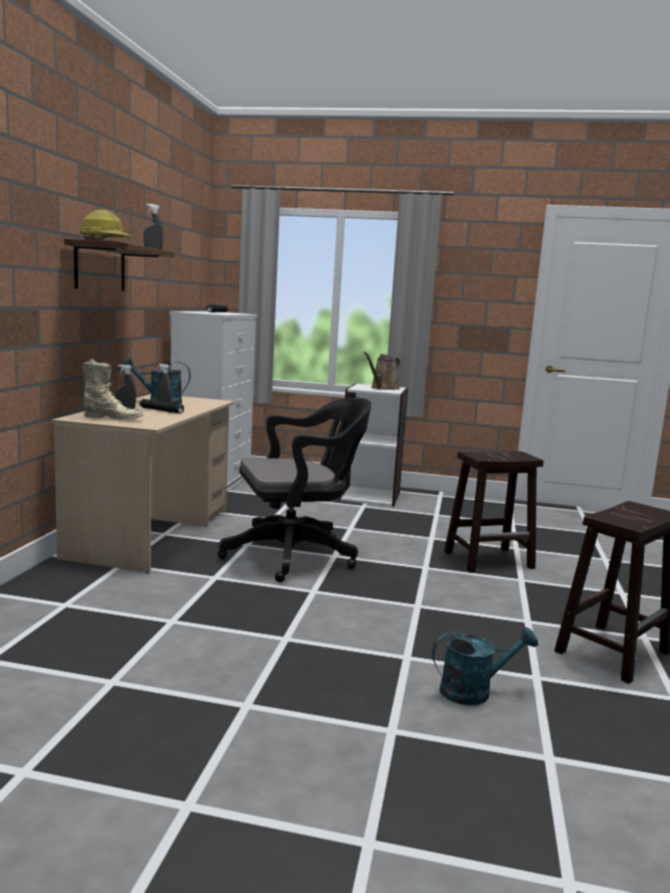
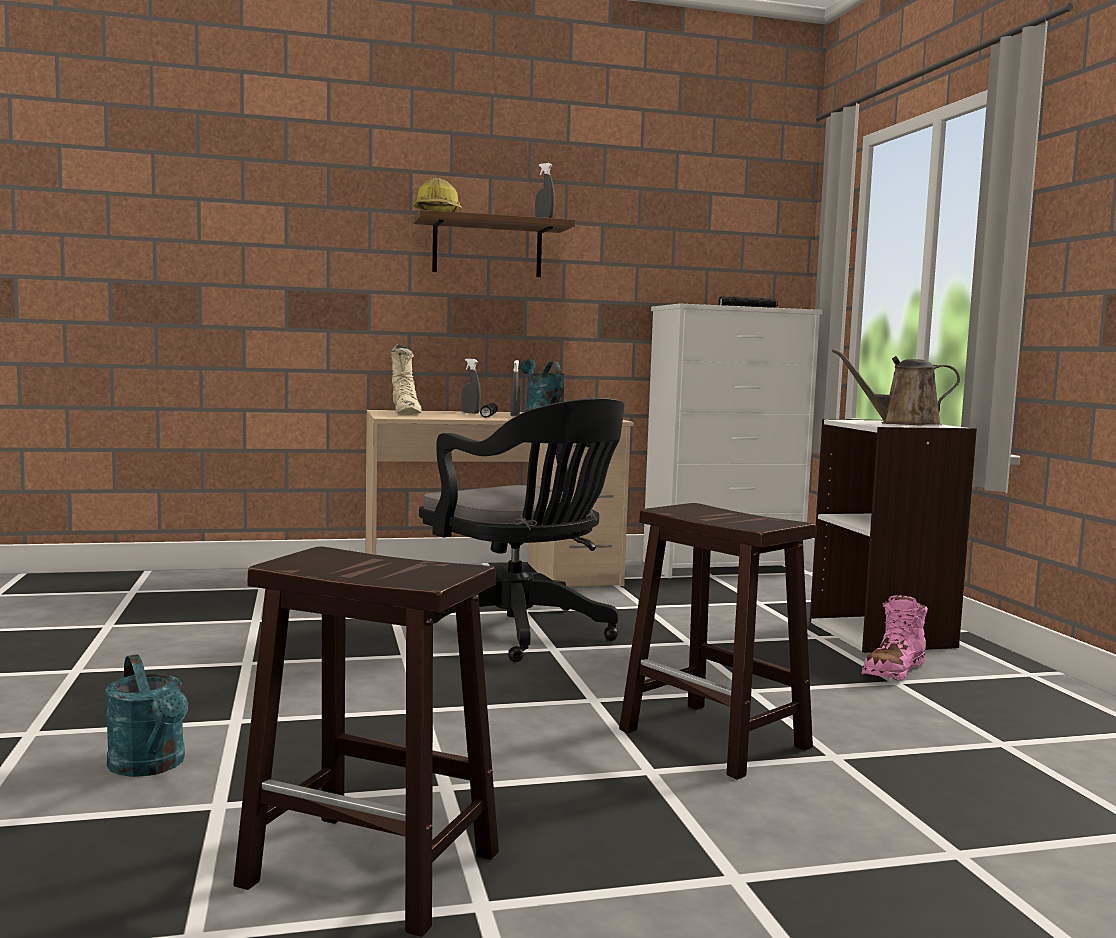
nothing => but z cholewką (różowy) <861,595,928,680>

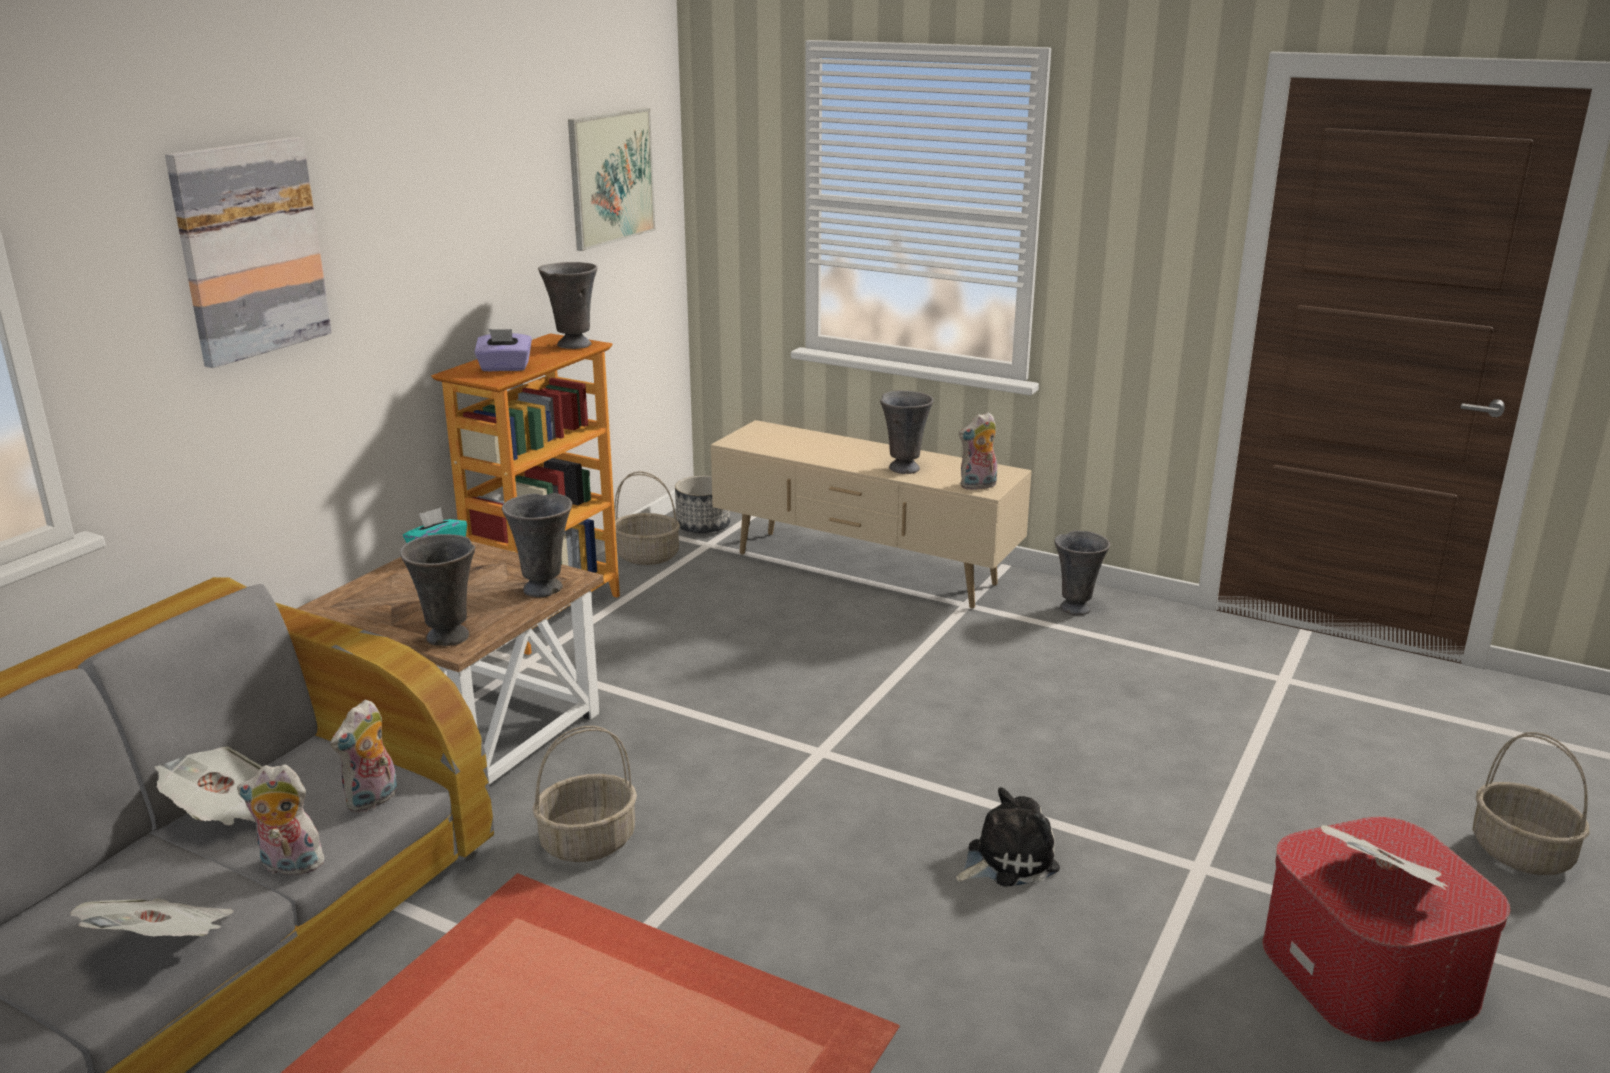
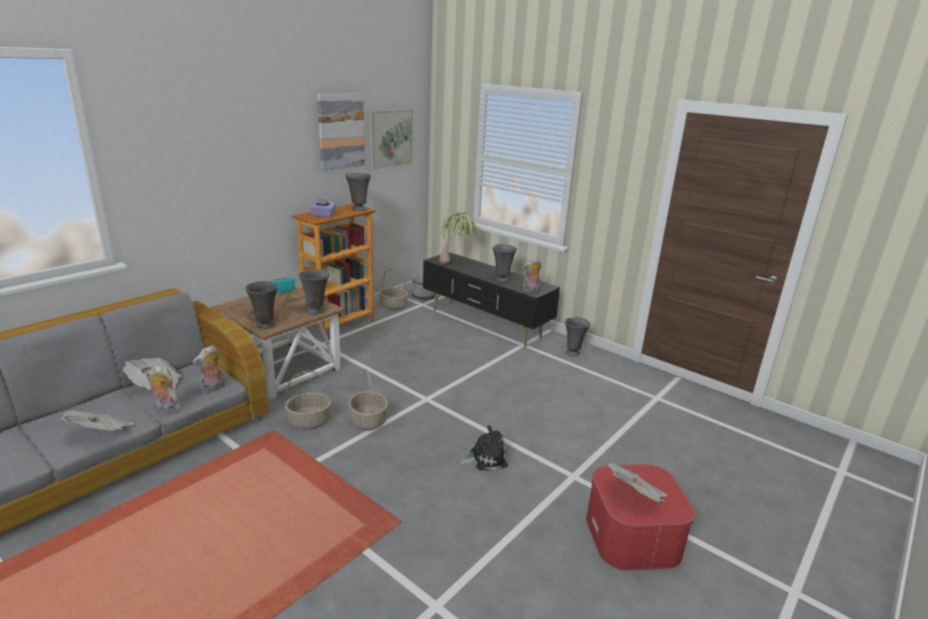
obraz <165,137,332,368> => obraz <317,93,365,171>, moved
szafka pod telewizor (beżowy) <711,420,1032,608> => szafka pod telewizor (czarny) <423,252,560,347>
koszyk <1473,732,1589,875> => koszyk <348,368,388,430>, moved
nothing => roślina doniczkowa <439,211,477,264>

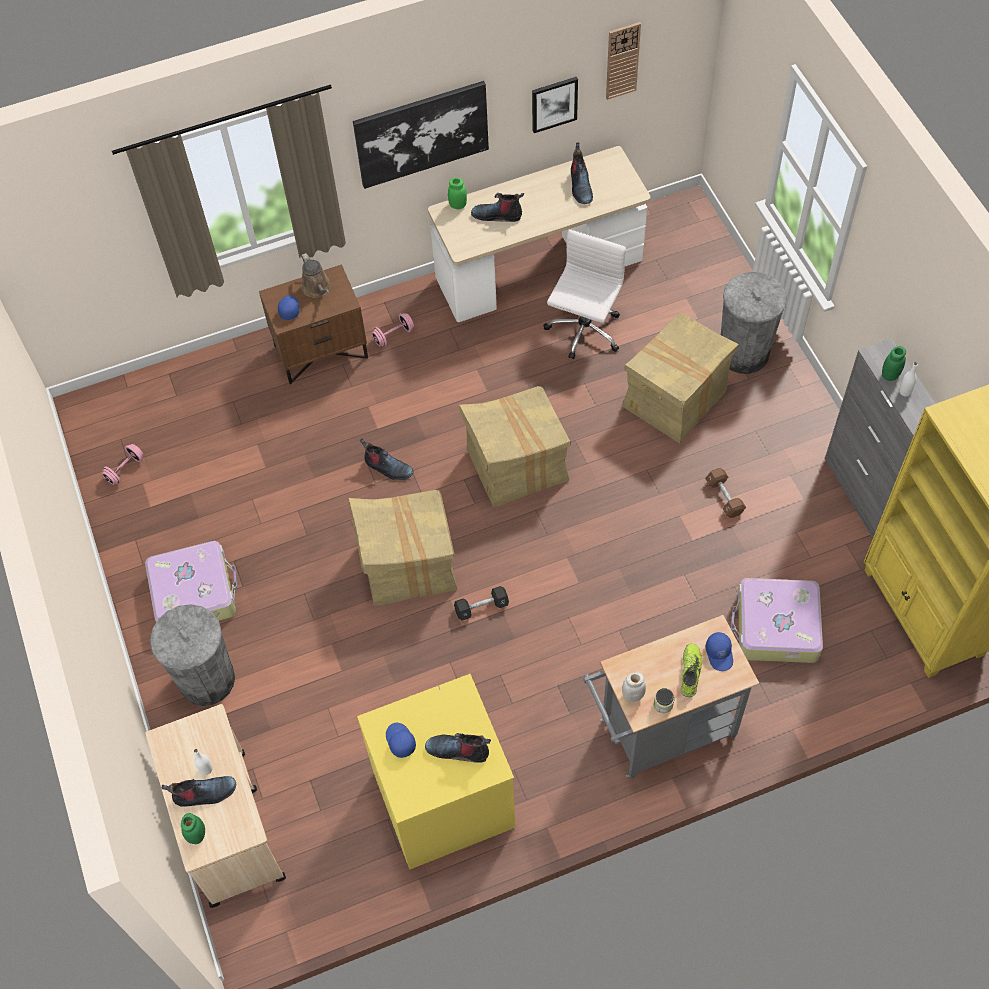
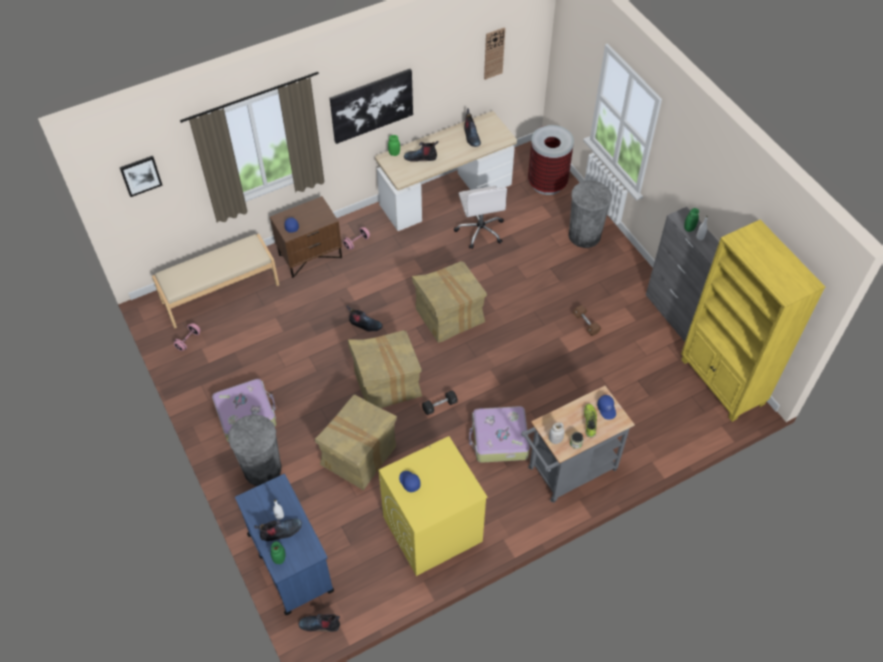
wózek (beżowy) <146,704,286,908> => wózek (niebieski) <235,474,334,615>
konewka (brązowy) <301,253,330,298> => nothing
but z cholewką <425,733,491,763> => but z cholewką <299,614,340,632>, moved
obraz <532,77,578,133> => obraz <120,156,163,197>, moved
krzesło biurowe (biały) <543,229,626,359> => krzesło biurowe (biały) <454,186,507,249>, 150 degrees clockwise
karton <622,312,739,443> => karton <315,395,397,491>, moved
walizka <731,578,823,663> => walizka <469,406,530,463>, moved
nothing => ławka (beżowy) <152,234,279,328>
nothing => kosz na śmieci <528,125,574,195>

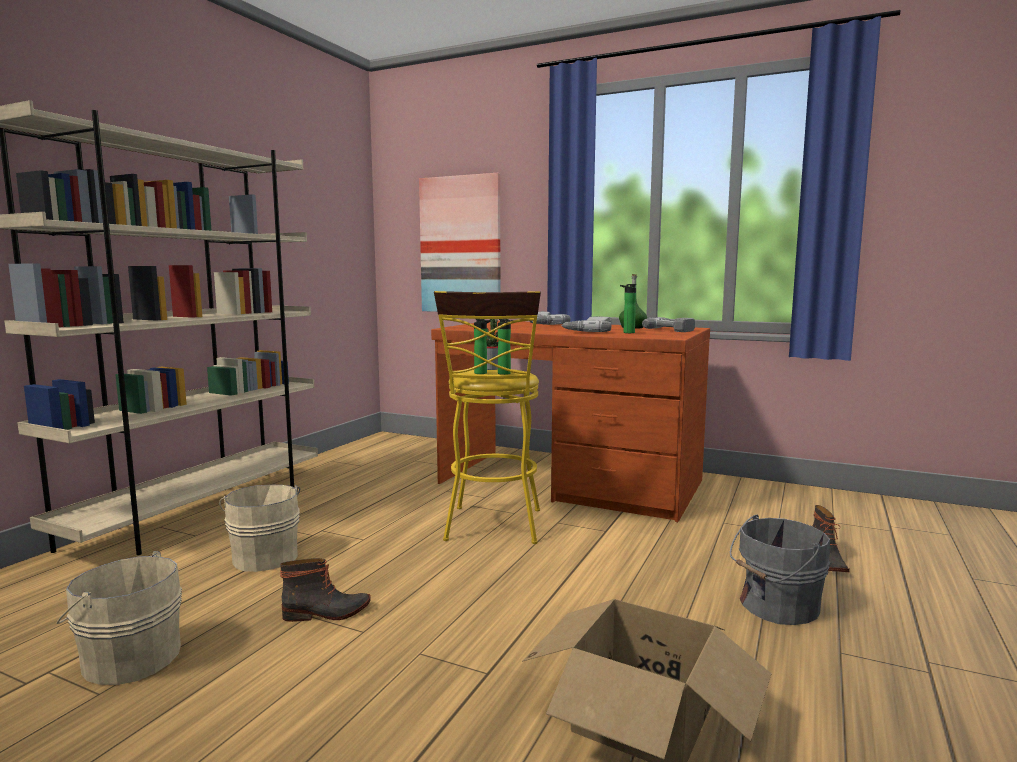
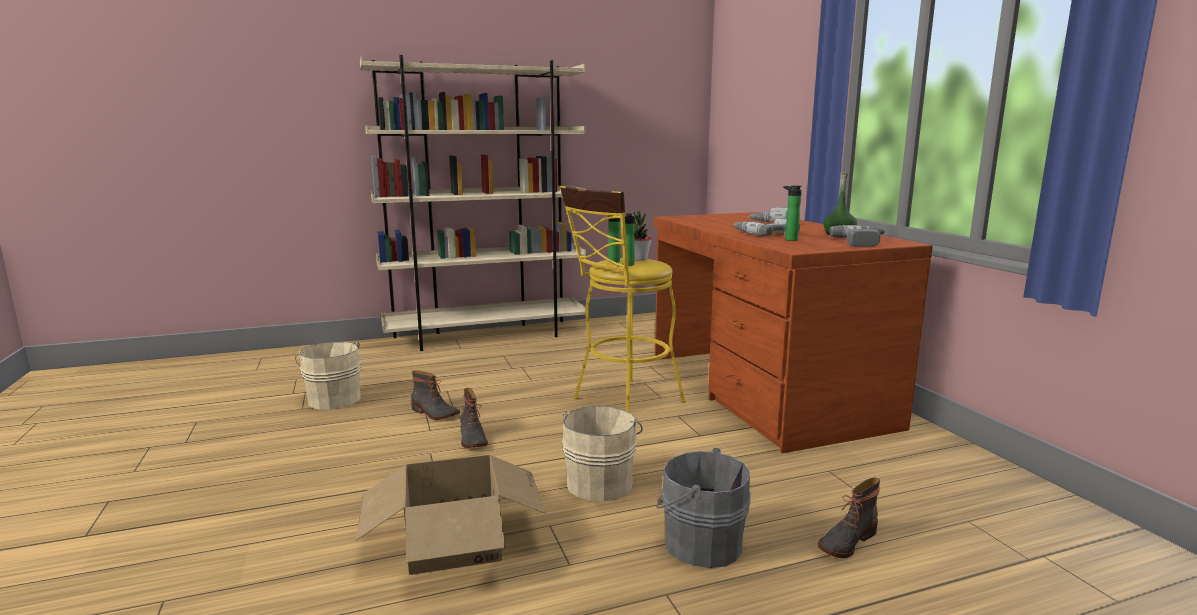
wiadro (beżowy) <219,485,300,572> => wiadro (beżowy) <562,406,643,501>, moved
obraz <419,173,500,312> => nothing
nothing => but z cholewką <460,388,488,448>

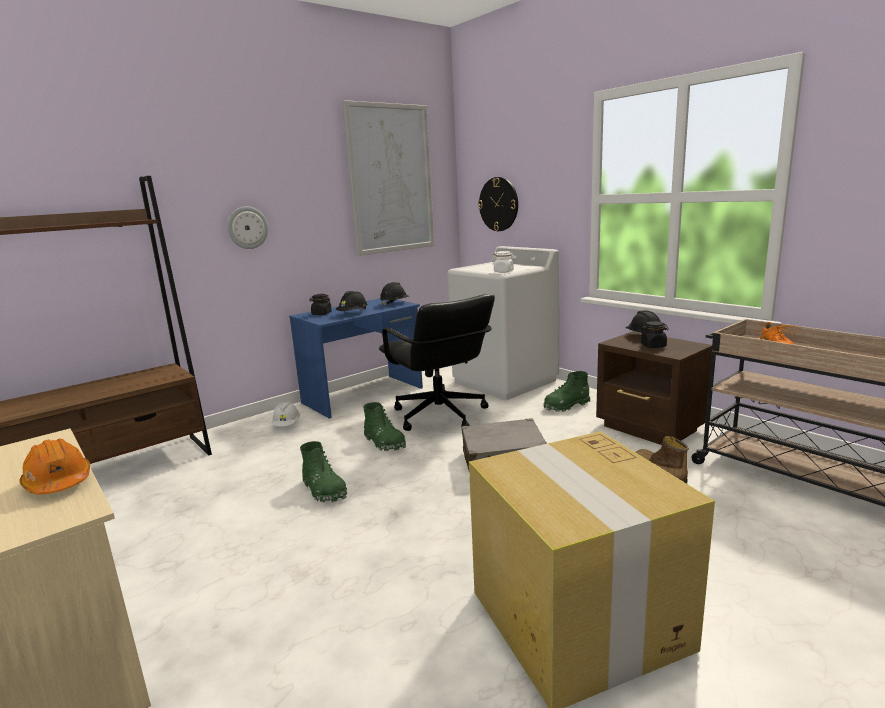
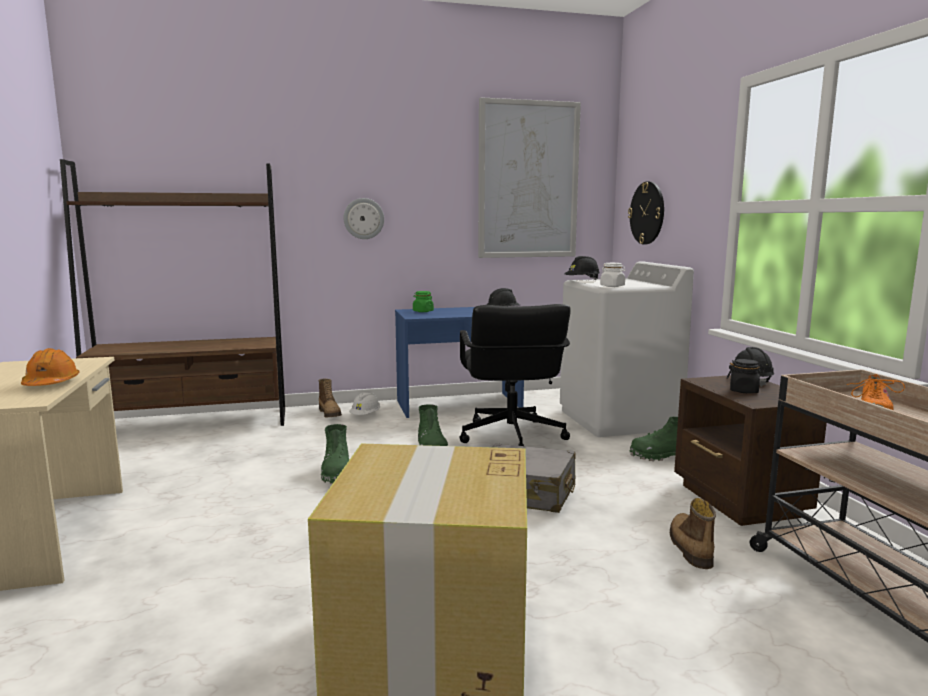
słoik (czarny) <309,294,332,315> => słoik (zielony) <413,291,434,312>
kask (czarny) <336,291,368,311> => kask (czarny) <564,256,600,280>, moved
nothing => but z cholewką <318,379,342,417>

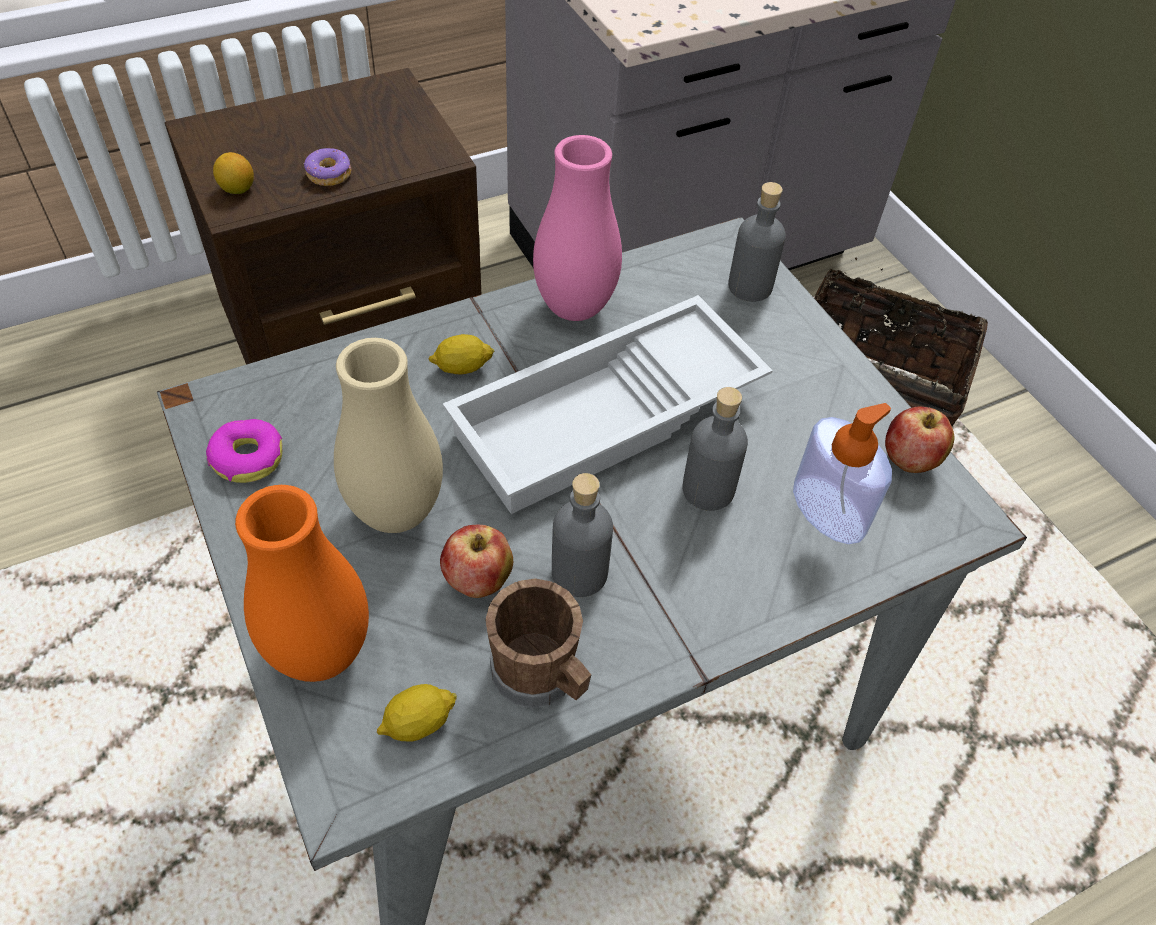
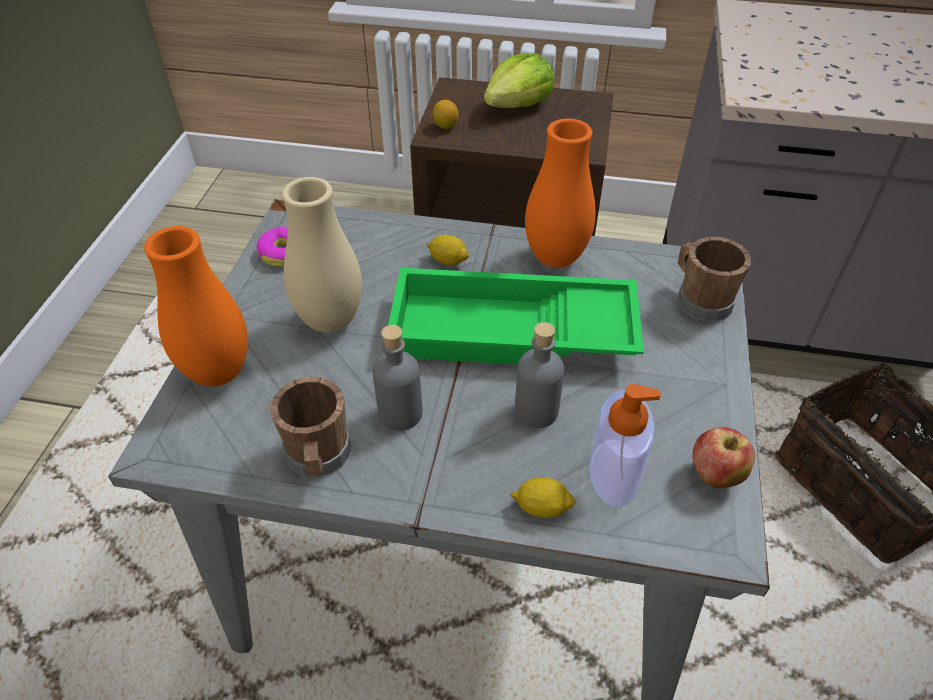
donut <304,148,351,186> => nothing
cytryna <377,684,457,742> => cytryna <511,478,576,518>, moved
jabłko <440,525,513,598> => nothing
taca (biały) <443,295,773,514> => taca (zielony) <388,268,644,365>
wazon (różowy) <533,135,622,321> => wazon (pomarańczowy) <525,118,596,268>
butelka (szary) <728,182,786,302> => kubek (brązowy) <677,237,752,322>
nothing => sałata <484,53,554,108>

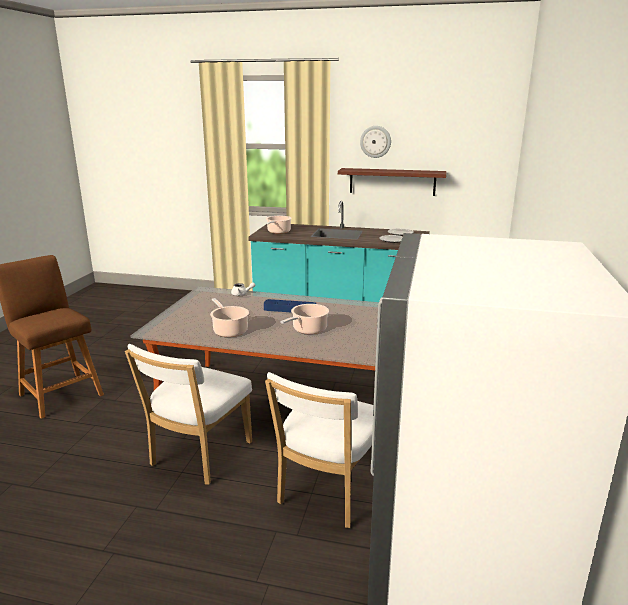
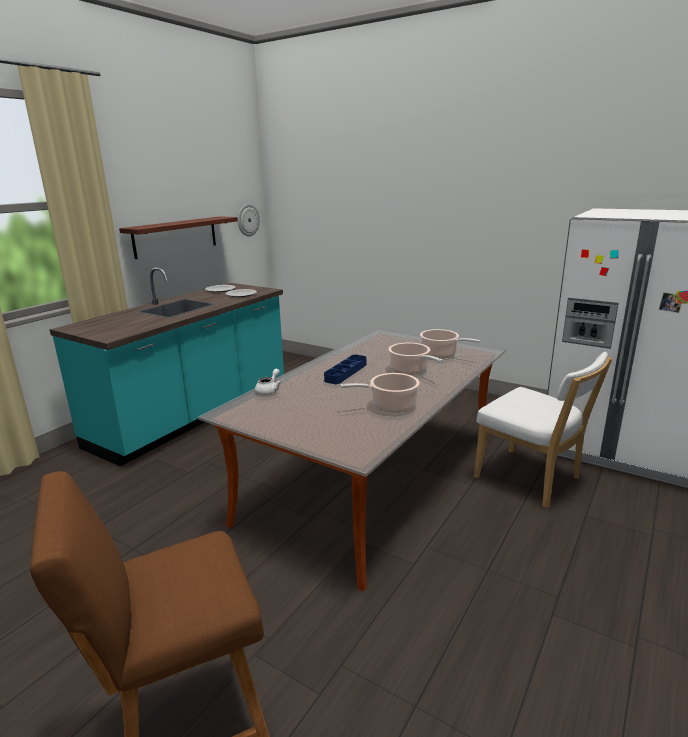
krzesło (biały) <125,344,252,485> => nothing
garnek <266,216,292,234> => garnek <420,329,481,359>, moved
zegar ścienny <360,126,391,158> => zegar ścienny <238,203,260,236>, moved

